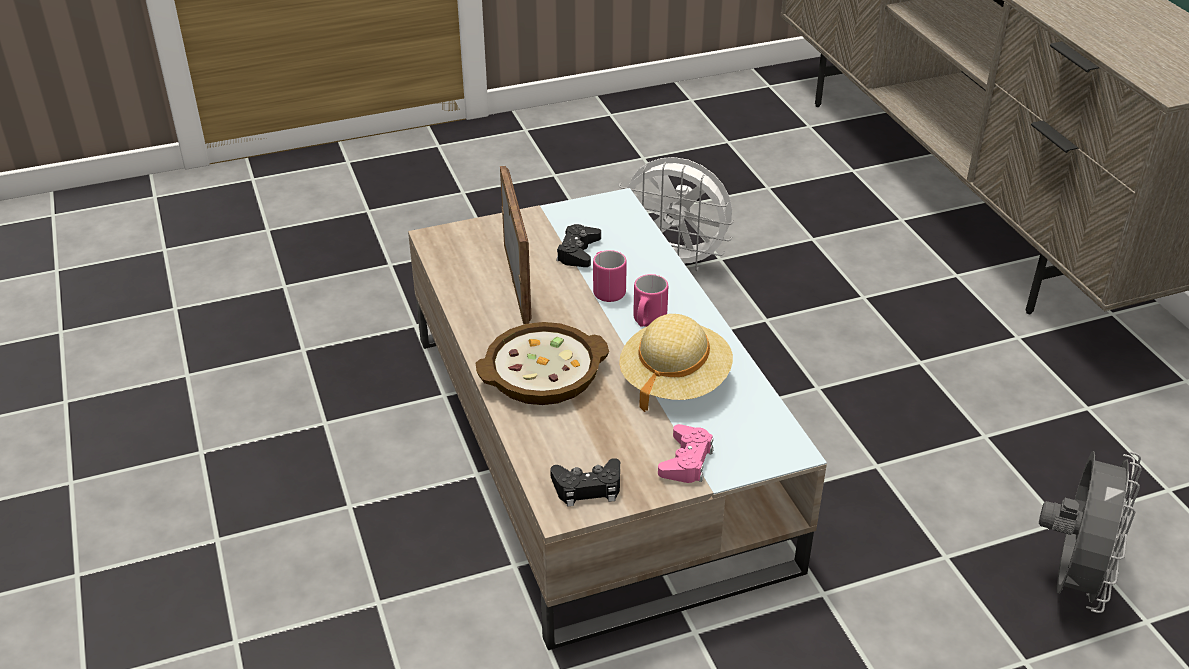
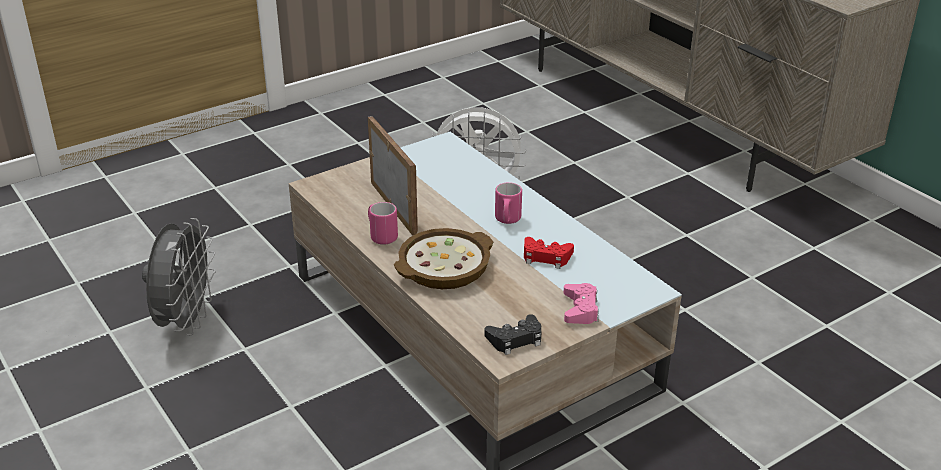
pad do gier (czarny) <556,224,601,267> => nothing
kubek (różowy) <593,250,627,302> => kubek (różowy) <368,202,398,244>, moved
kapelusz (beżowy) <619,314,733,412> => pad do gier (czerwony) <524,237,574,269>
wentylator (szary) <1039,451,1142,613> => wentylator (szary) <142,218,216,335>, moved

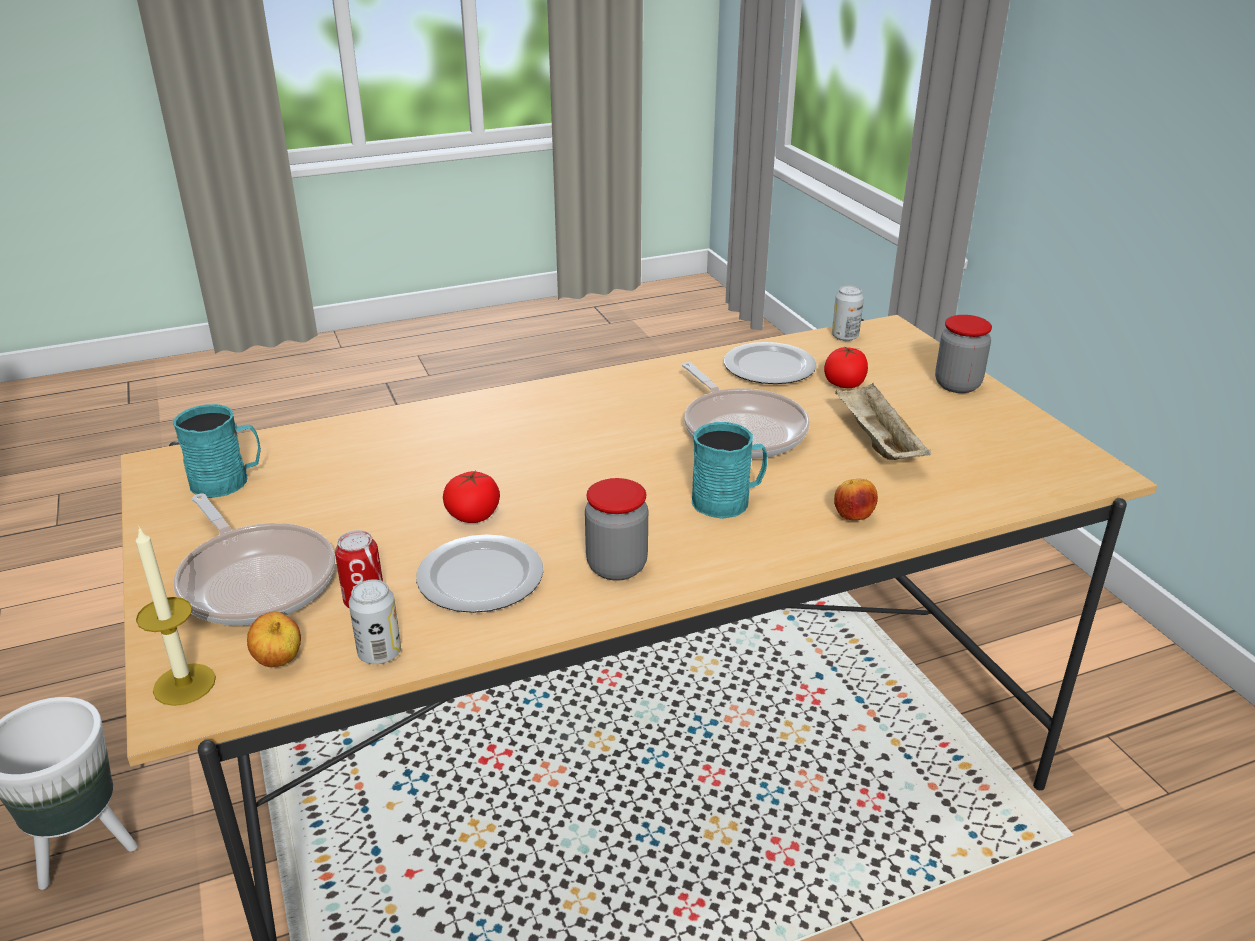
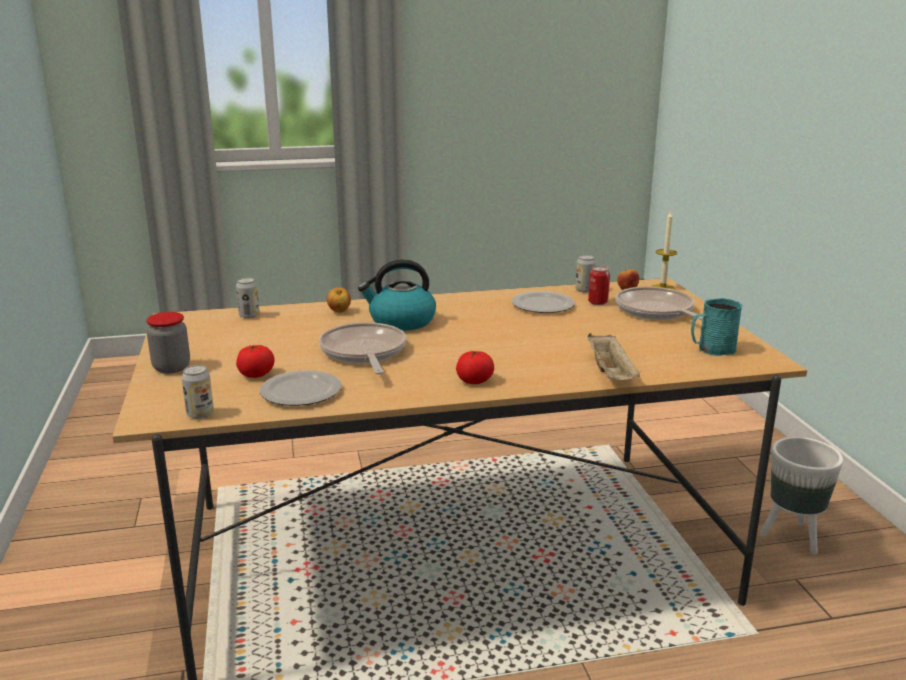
pomidor <443,470,500,523> => pomidor <456,350,494,384>, moved
słoik <585,478,648,581> => nothing
kubek (turkusowy) <692,422,767,519> => czajnik <358,260,436,331>
taca (beżowy) <835,383,931,460> => taca (beżowy) <588,333,641,380>, moved
nothing => puszka <236,278,259,319>

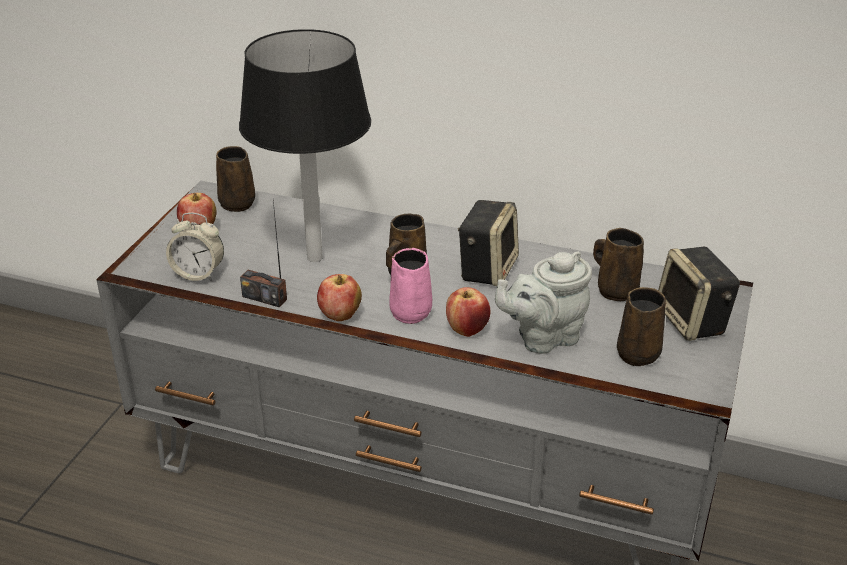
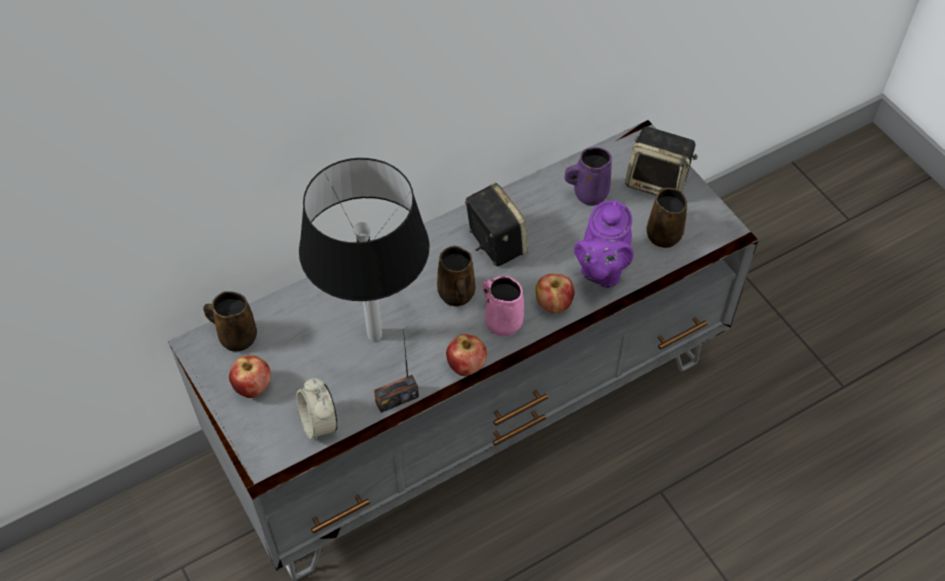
budzik <166,213,224,281> => budzik <297,378,337,442>, 105 degrees clockwise
imbryk (szary) <495,252,592,354> => imbryk (fioletowy) <574,200,634,288>
kubek (brązowy) <593,228,644,301> => kubek (fioletowy) <564,147,612,206>

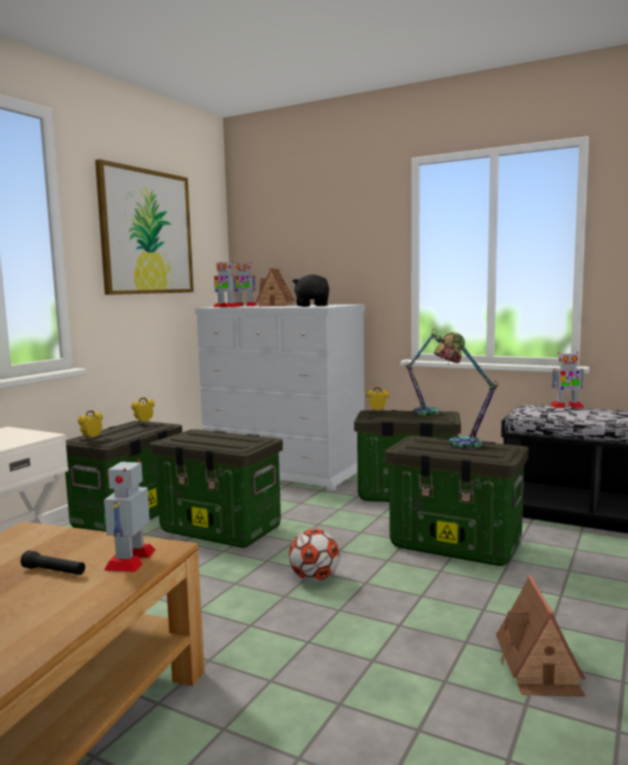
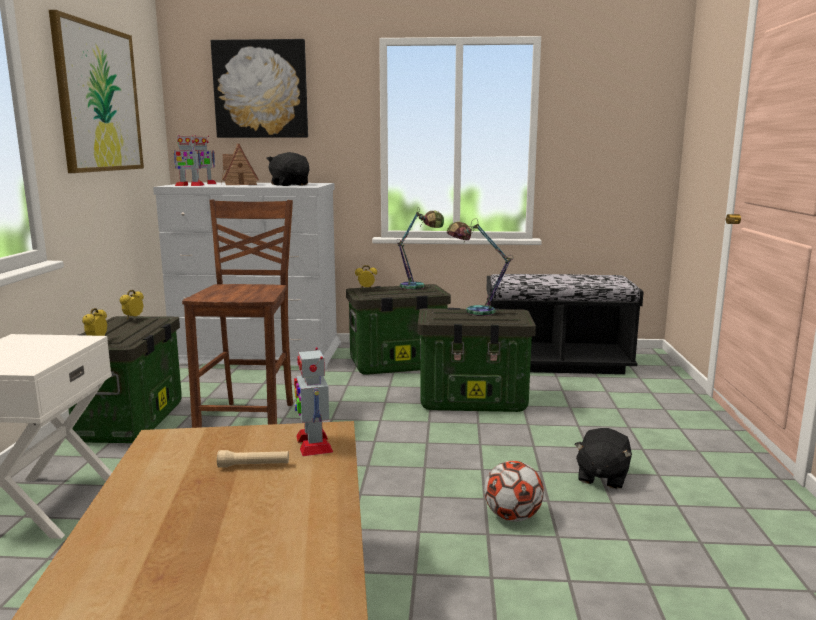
latarka (czarny) <21,550,85,575> => latarka (beżowy) <217,450,289,468>
pojemnik do przechowywania <150,429,283,548> => krzesło (brązowy) <182,200,293,428>
piłka futbolowa <289,529,340,582> => piłka futbolowa <484,461,544,522>, moved
domek <496,575,585,697> => pluszak (czarny) <574,428,632,489>
robot zabawkowy <551,352,584,408> => nothing
nothing => obraz <211,39,308,138>

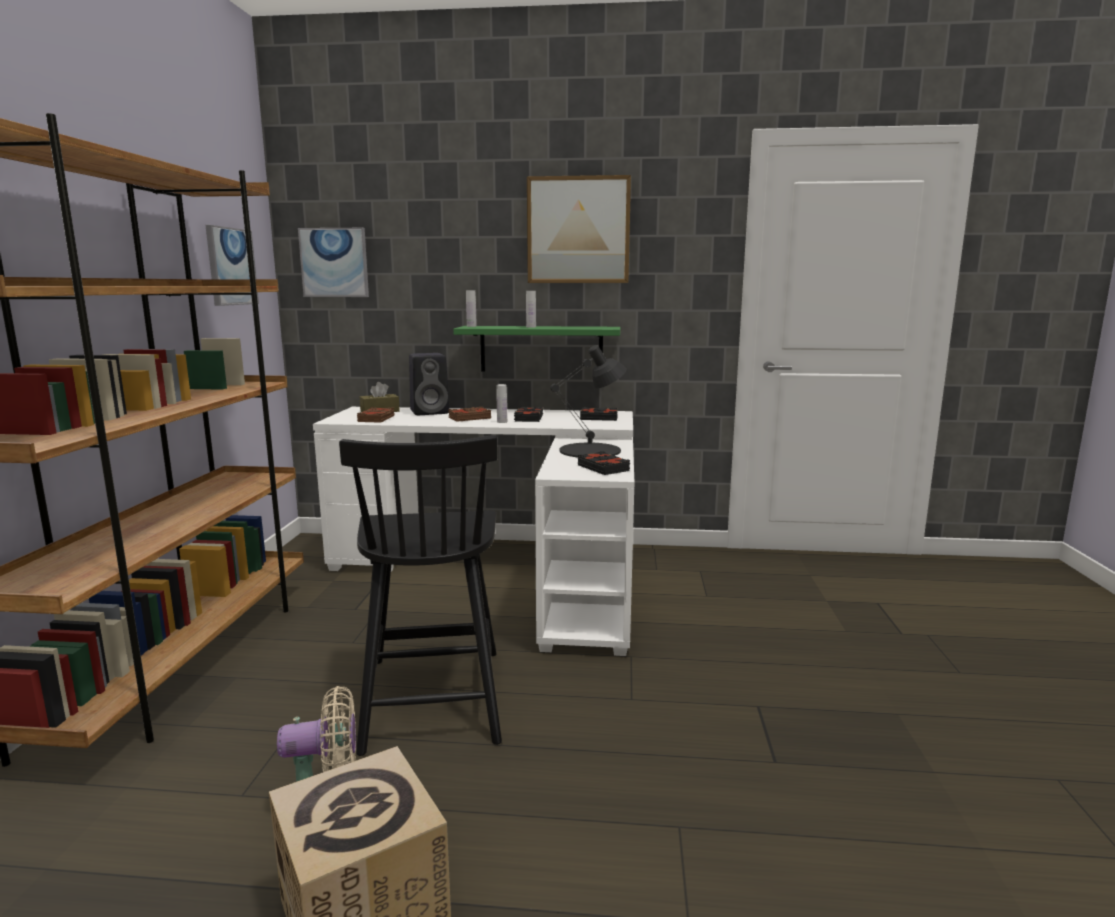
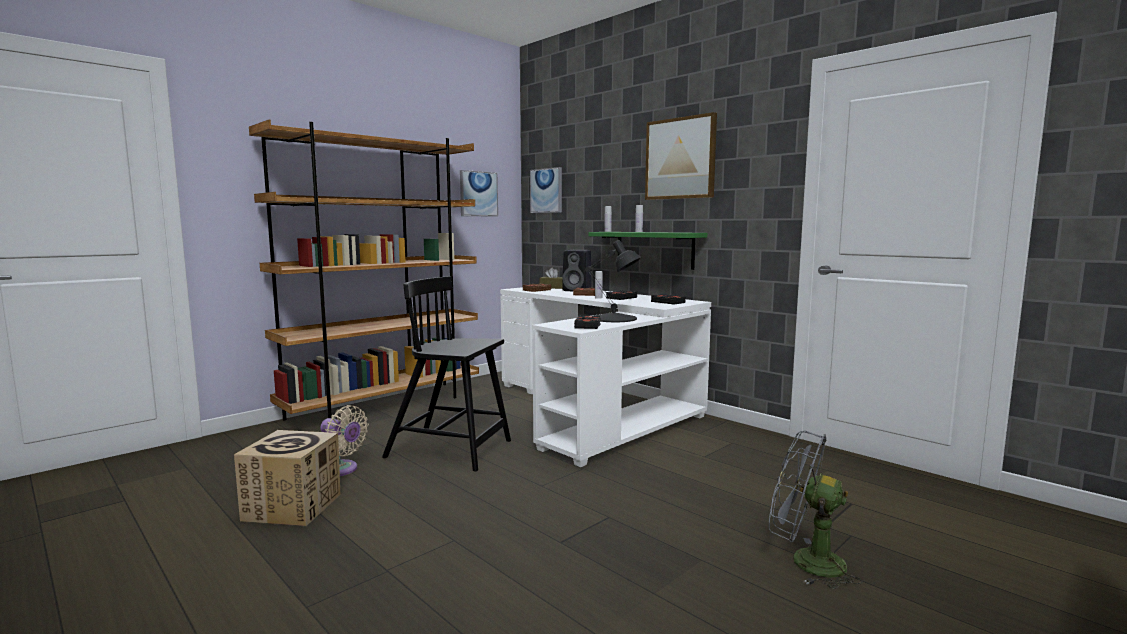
krzesło (czarny) <339,435,502,756> => krzesło (czarny) <382,276,511,471>, 75 degrees clockwise
nothing => wentylator (szary) <769,431,863,589>

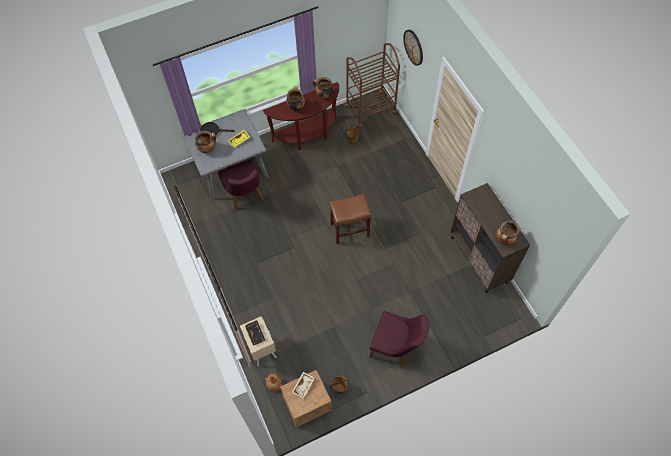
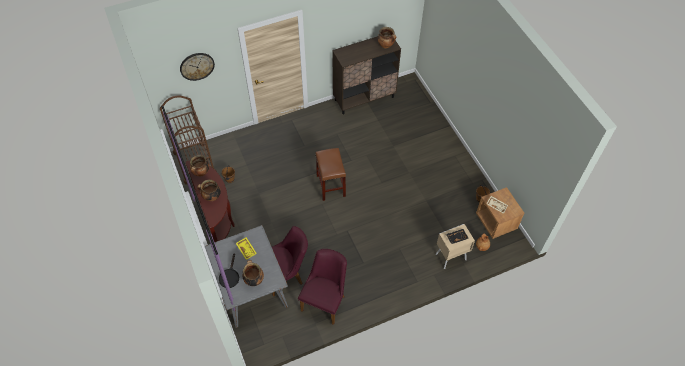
krzesło (fioletowy) <369,311,429,368> => krzesło (fioletowy) <298,249,347,325>, moved

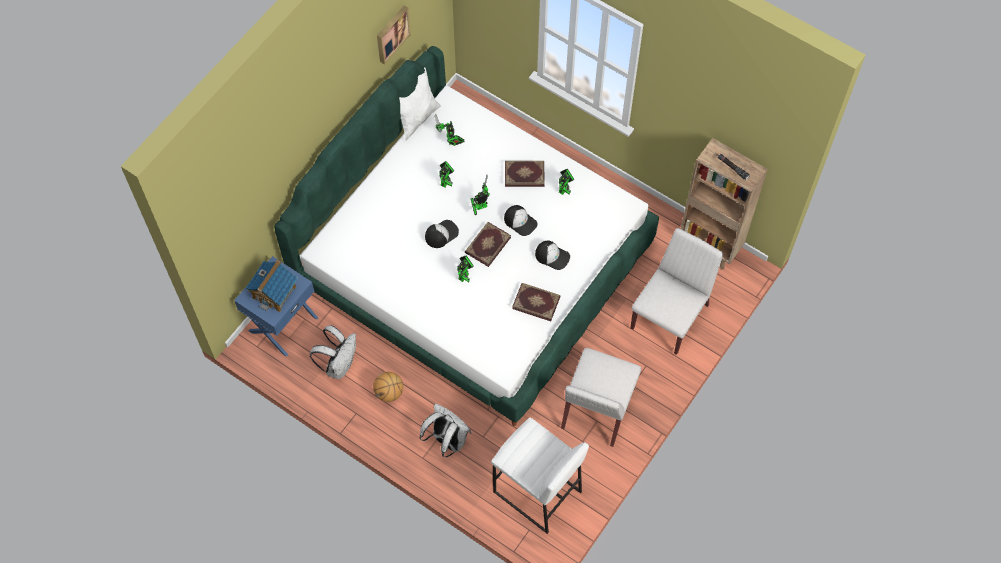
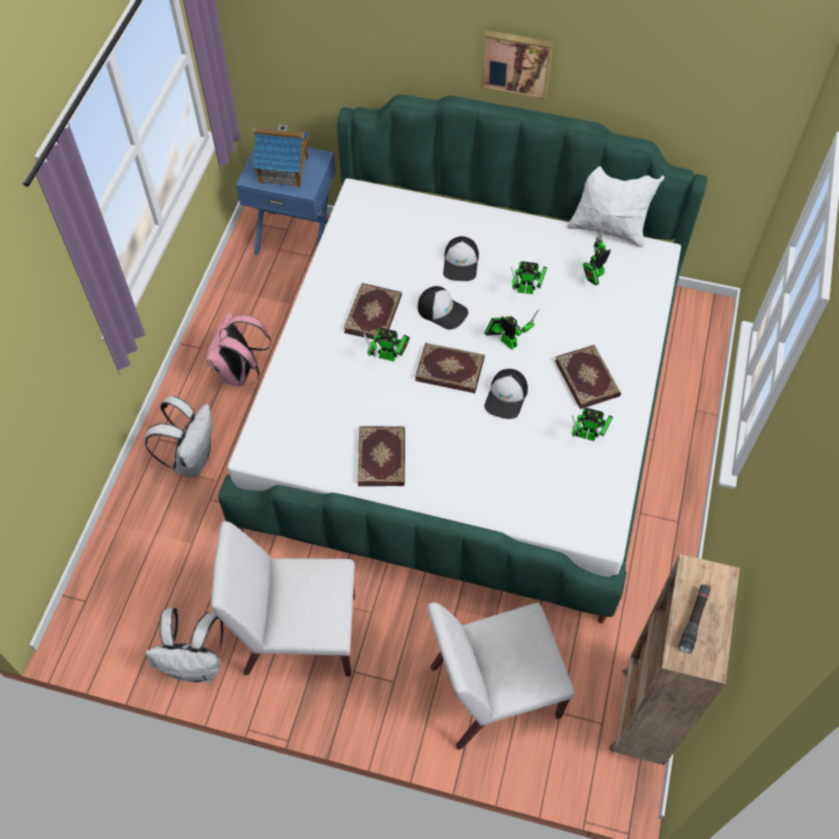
plecak (biały) <310,325,356,379> => plecak (biały) <146,608,223,683>, moved
piłka do koszykówki <373,372,403,402> => plecak (różowy) <207,311,271,386>
obraz <377,5,411,65> => obraz <481,30,553,101>, moved
stołek (biały) <491,418,589,534> => nothing
czapka z daszkiem <535,241,570,270> => czapka z daszkiem <443,236,479,281>, moved
krzesło (biały) <630,228,723,355> => krzesło (biały) <428,602,575,750>, 150 degrees clockwise
nothing => książka <344,283,402,339>

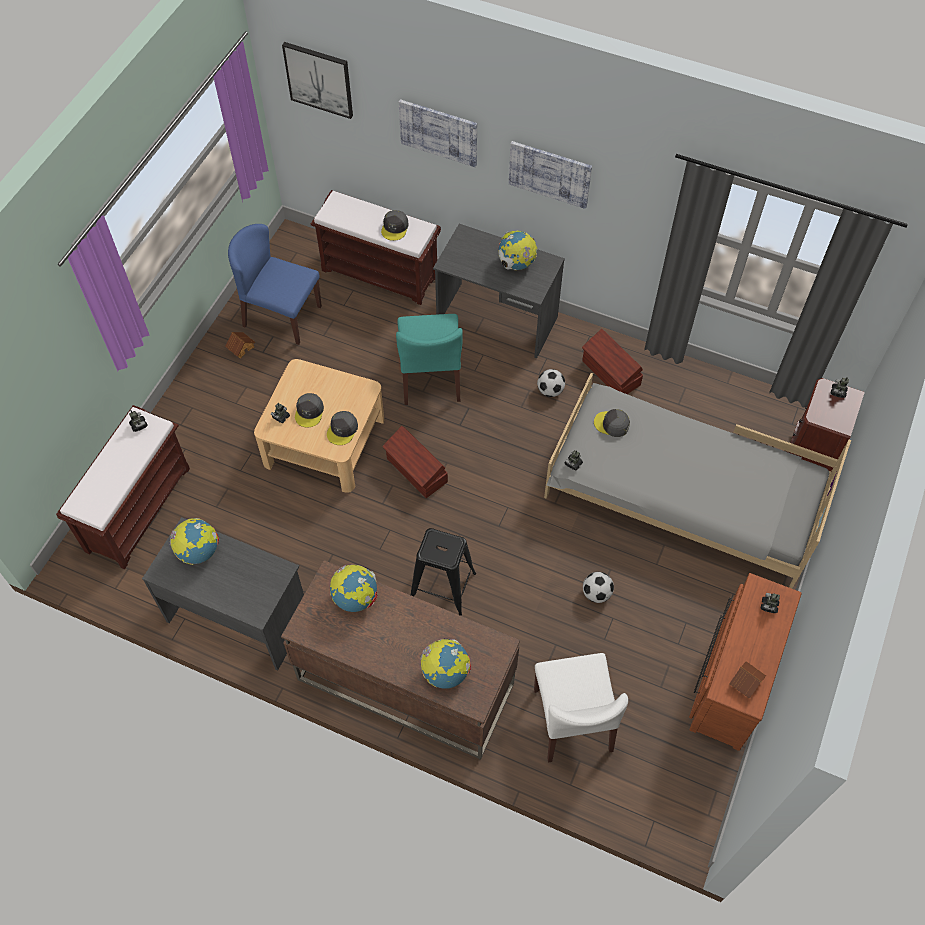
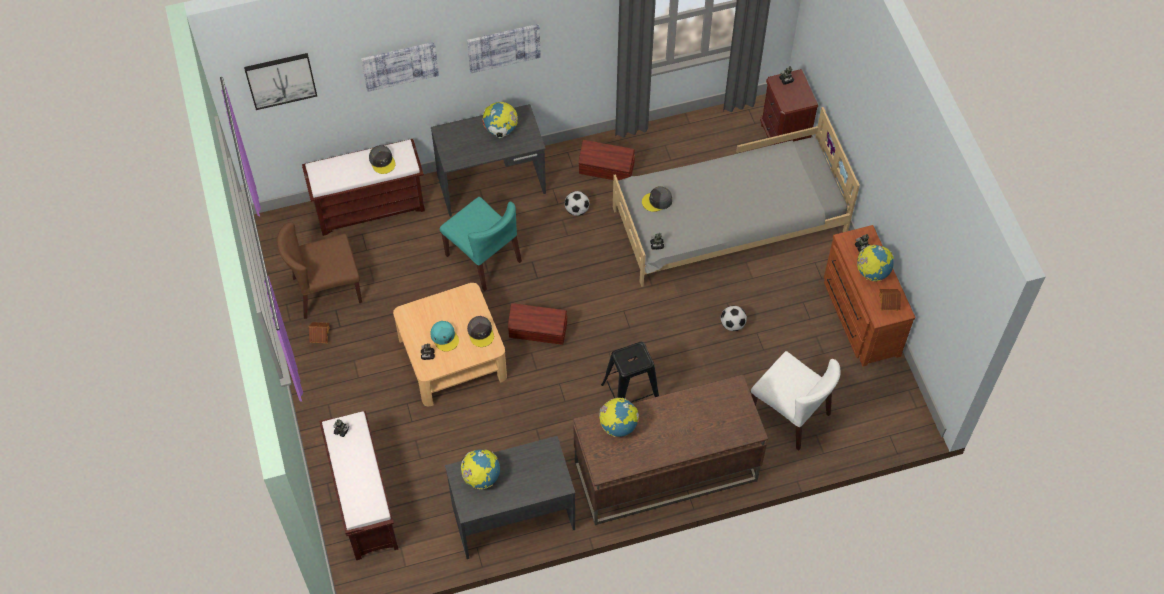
krzesło (niebieski) <228,224,322,345> => krzesło (brązowy) <277,222,362,319>
czapka z daszkiem (szary) <295,393,324,428> => czapka z daszkiem (turkusowy) <430,321,459,351>
globus <421,639,471,689> => globus <857,245,894,281>, moved

